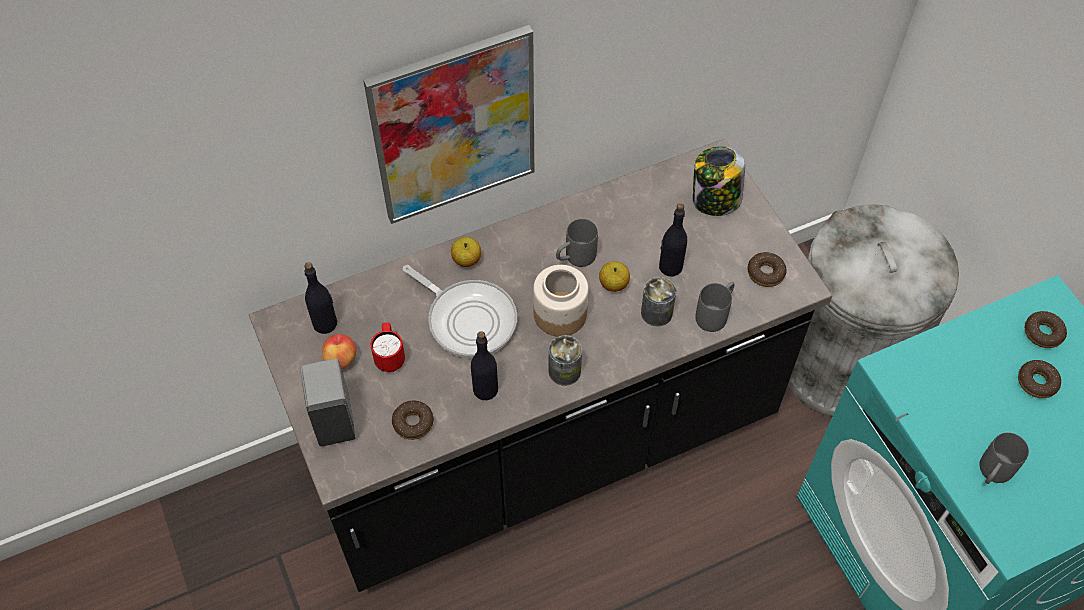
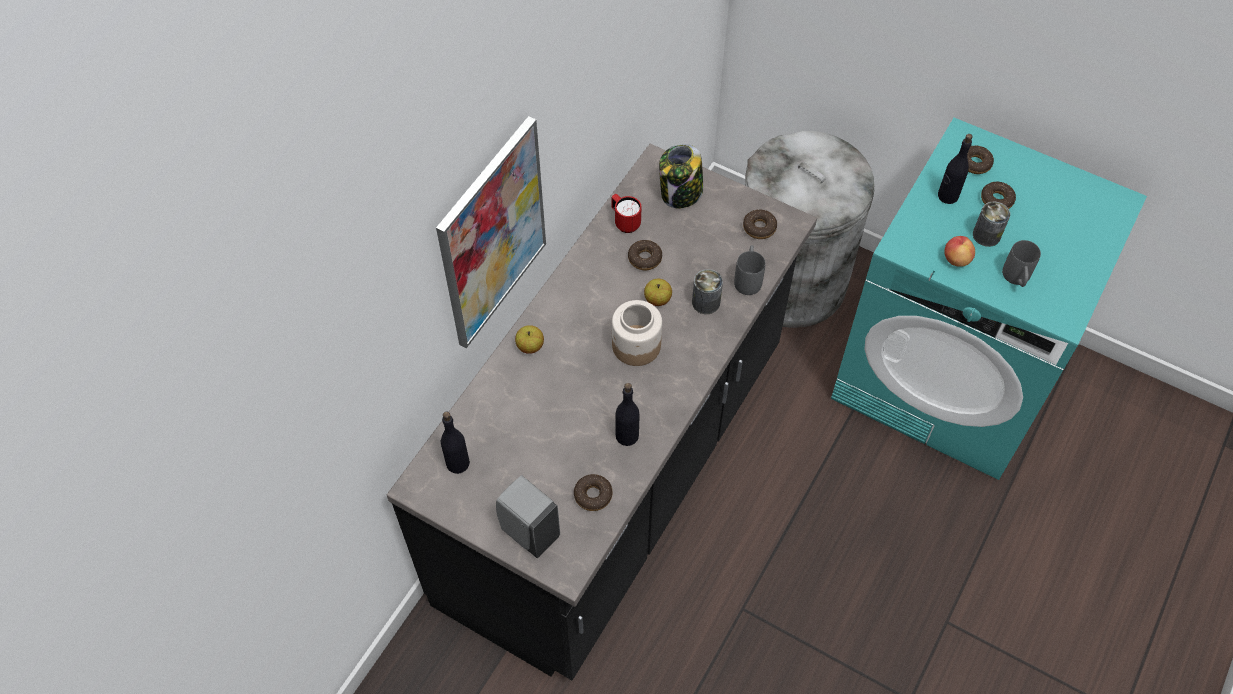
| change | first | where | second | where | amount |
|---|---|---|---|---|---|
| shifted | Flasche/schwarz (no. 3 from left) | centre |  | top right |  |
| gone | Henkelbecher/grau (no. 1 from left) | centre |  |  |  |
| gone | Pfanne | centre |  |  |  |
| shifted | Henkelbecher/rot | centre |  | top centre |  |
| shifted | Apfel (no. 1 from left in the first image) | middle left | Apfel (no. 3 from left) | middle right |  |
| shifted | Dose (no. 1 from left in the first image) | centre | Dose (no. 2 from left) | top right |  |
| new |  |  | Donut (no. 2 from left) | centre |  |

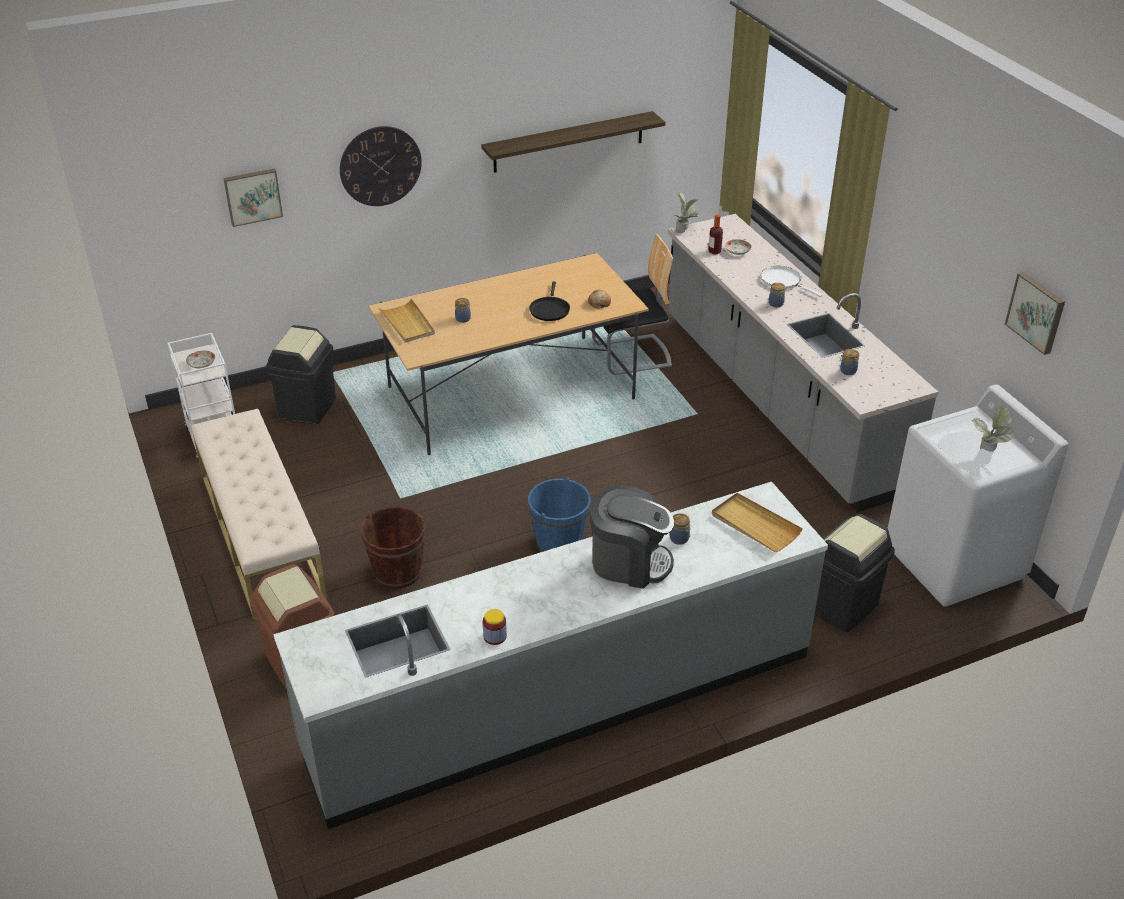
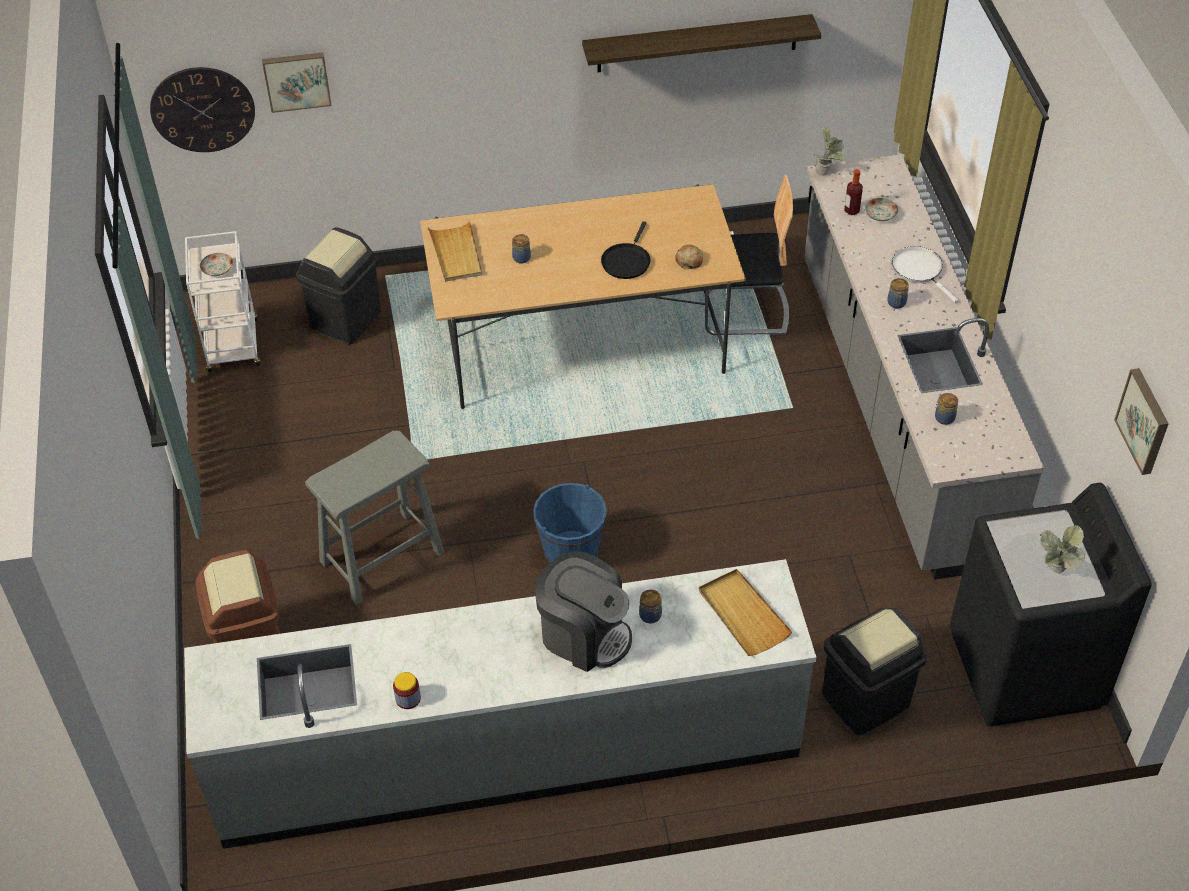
| change | first | where | second | where | amount |
|---|---|---|---|---|---|
| shifted | Wanduhr | top centre |  | top left |  |
| repainted | Waschmaschine/weiß | middle right | Waschmaschine/schwarz | bottom right |  |
| gone | Bank/beige | middle left |  |  |  |
| swapped | Eimer/braun | centre | Hocker/grau | middle left |  |

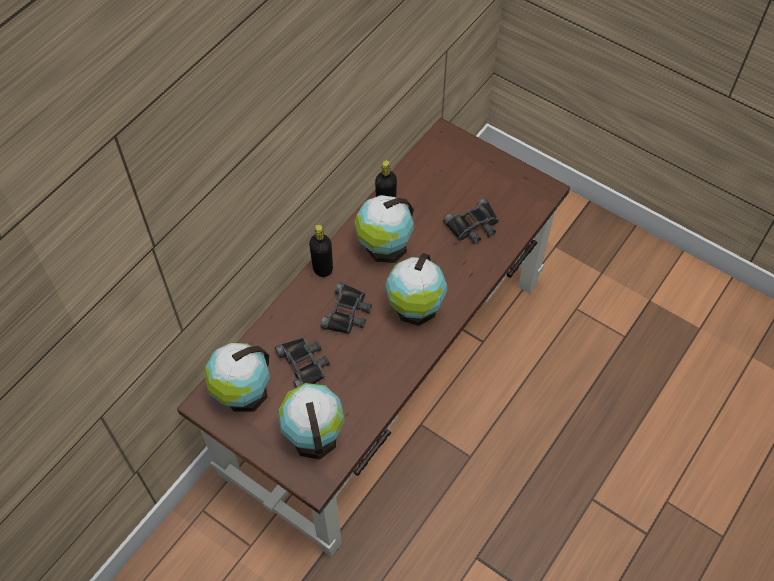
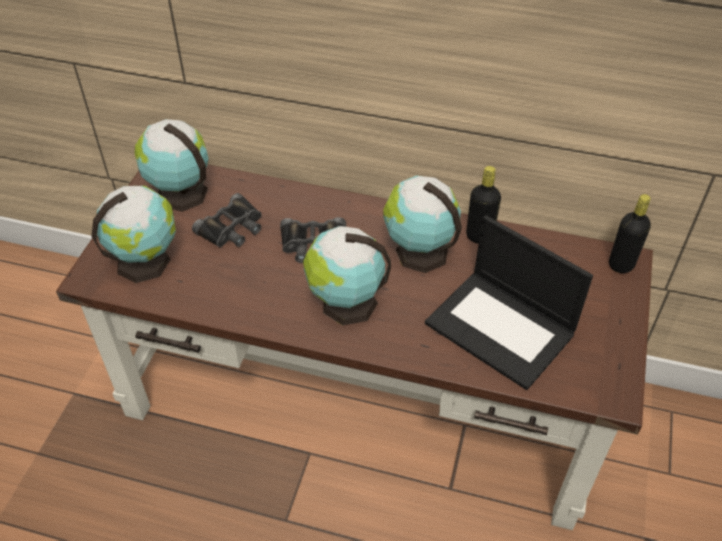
| change | first | where | second | where | amount |
|---|---|---|---|---|---|
| swapped | Fernglas/schwarz (no. 3 from left) | centre | Laptop | middle right |  |
| shifted | Flasche/schwarz (no. 1 from left in the first image) | centre | Flasche/schwarz (no. 2 from left) | middle right |  |

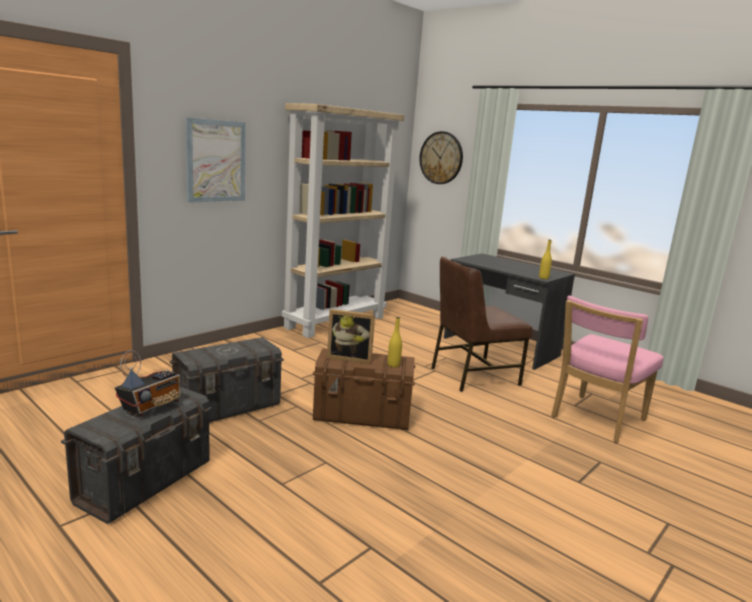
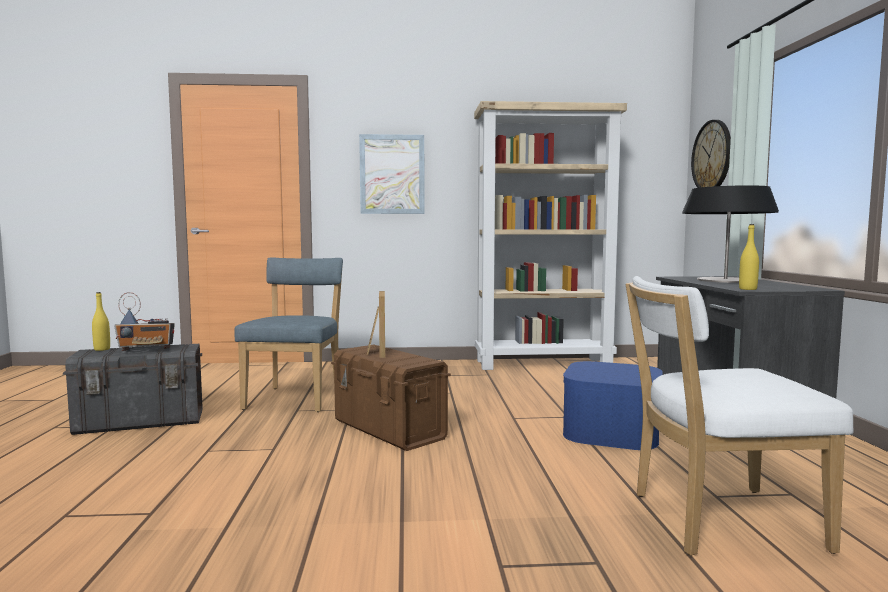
| change | first | where | second | where | amount |
|---|---|---|---|---|---|
| swapped | Stuhl/braun | centre | Aufbewahrungsbox/blau | bottom right |  |
| repainted | Stuhl/rosa | middle right | Stuhl/weiß | bottom right |  |
| rotated | Bilderrahmen | centre |  | centre | 150 degrees counterclockwise |
| shifted | Flasche/gelb (no. 1 from left) | centre |  | middle left |  |
| swapped | Aufbewahrungsbox/grau (no. 2 from left) | middle left | Stuhl/blau | middle left |  |
| new |  |  | Tischlampe | middle right |  |

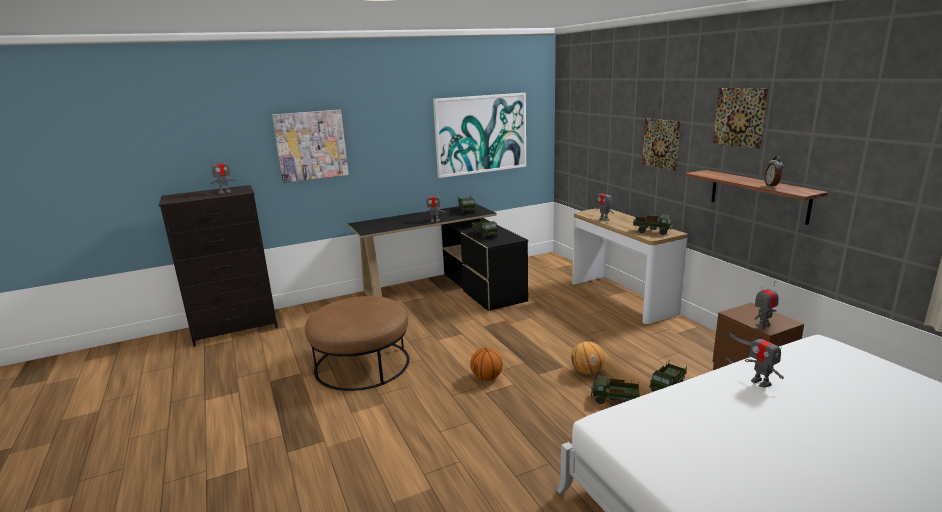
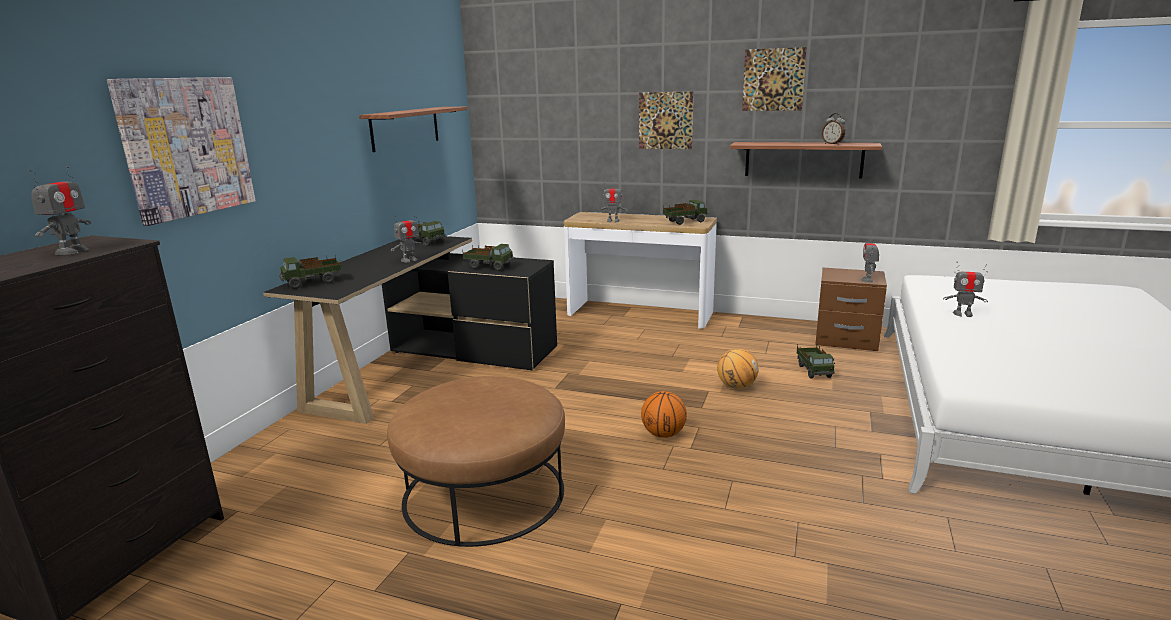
| change | first | where | second | where | amount |
|---|---|---|---|---|---|
| swapped | Bild (no. 2 from left) | top centre | Wandregal (no. 1 from left) | top centre |  |
| shifted | Spielzeuglaster (no. 3 from left in the first image) | bottom centre | Spielzeuglaster (no. 1 from left) | middle left |  |

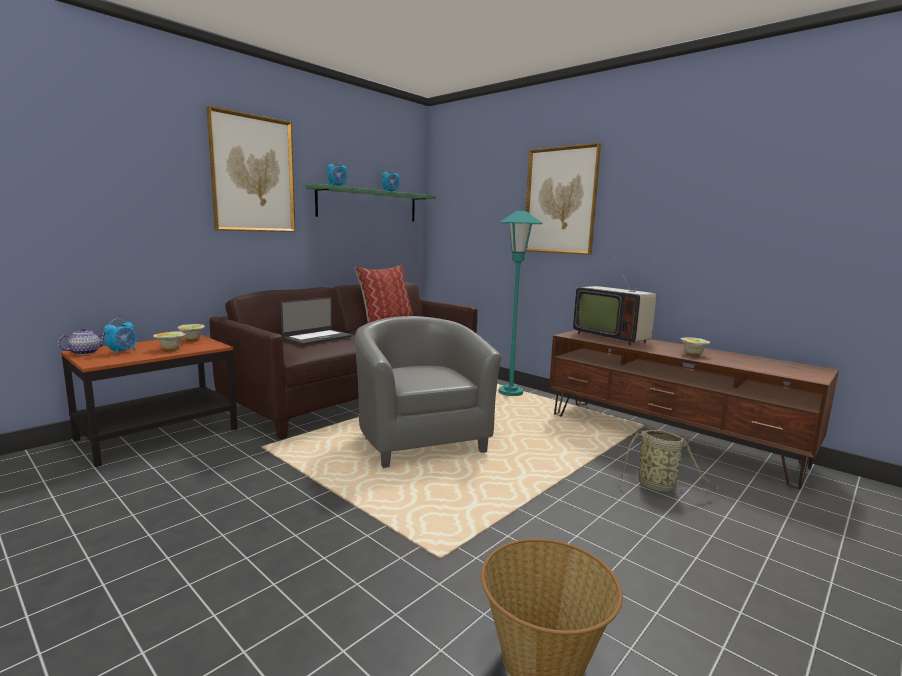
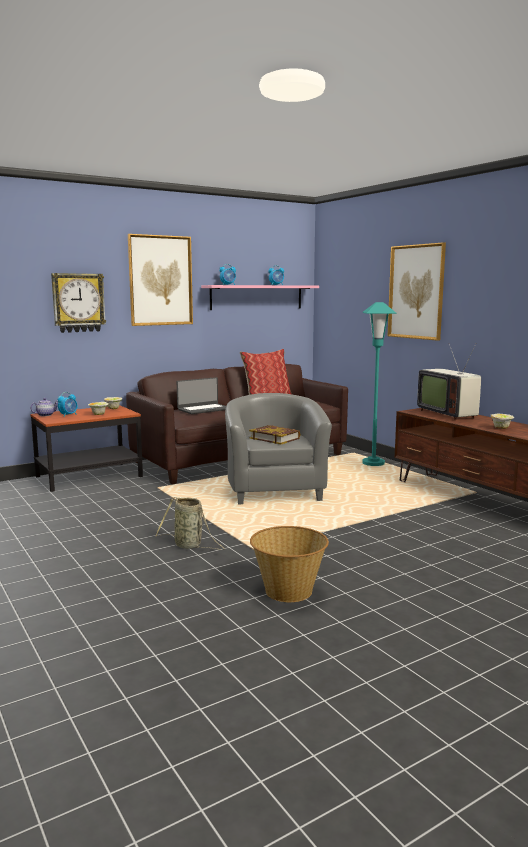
| change | first | where | second | where | amount |
|---|---|---|---|---|---|
| repainted | Wandregal/grün | top centre | Wandregal/rosa | centre |  |
| shifted | Korb (no. 2 from left in the first image) | bottom right | Korb (no. 1 from left) | centre |  |
| new |  |  | Wanduhr | middle left |  |
| new |  |  | Buch | centre |  |

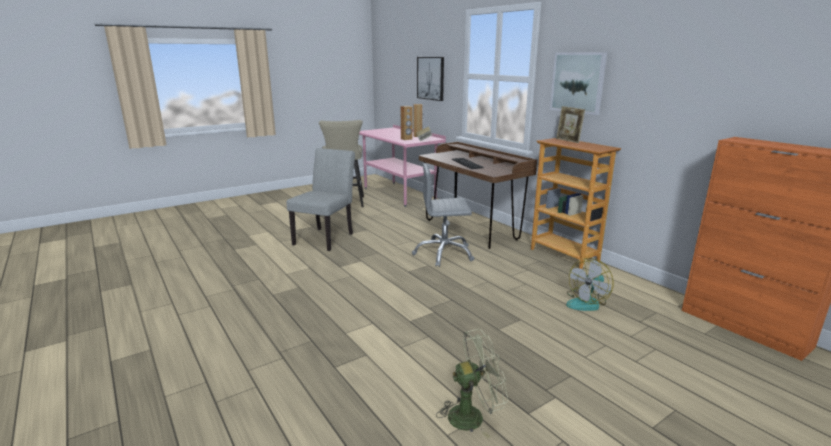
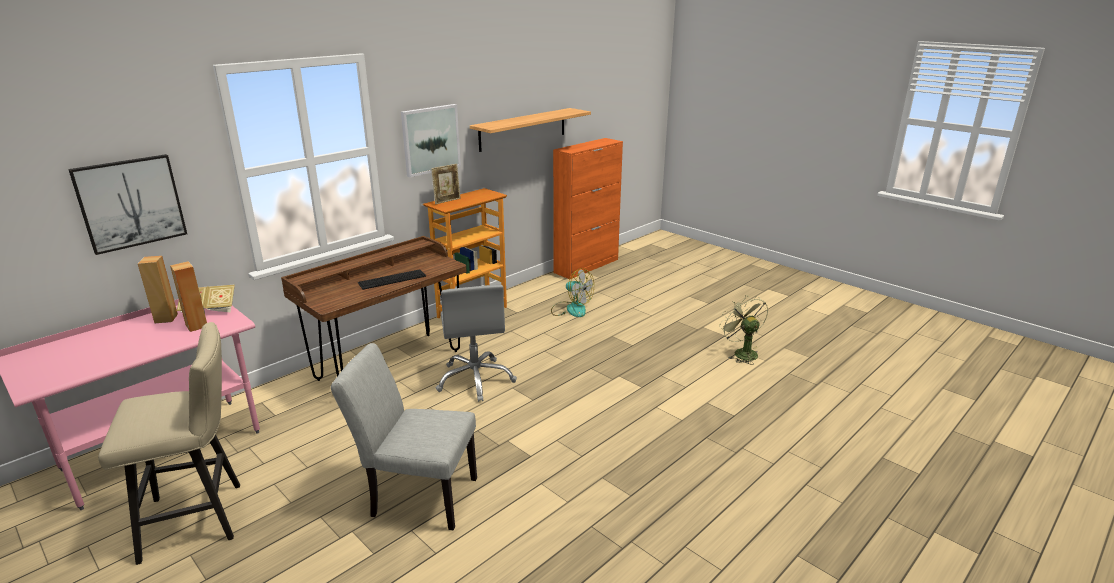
| change | first | where | second | where | amount |
|---|---|---|---|---|---|
| new |  |  | Wandregal | top centre |  |

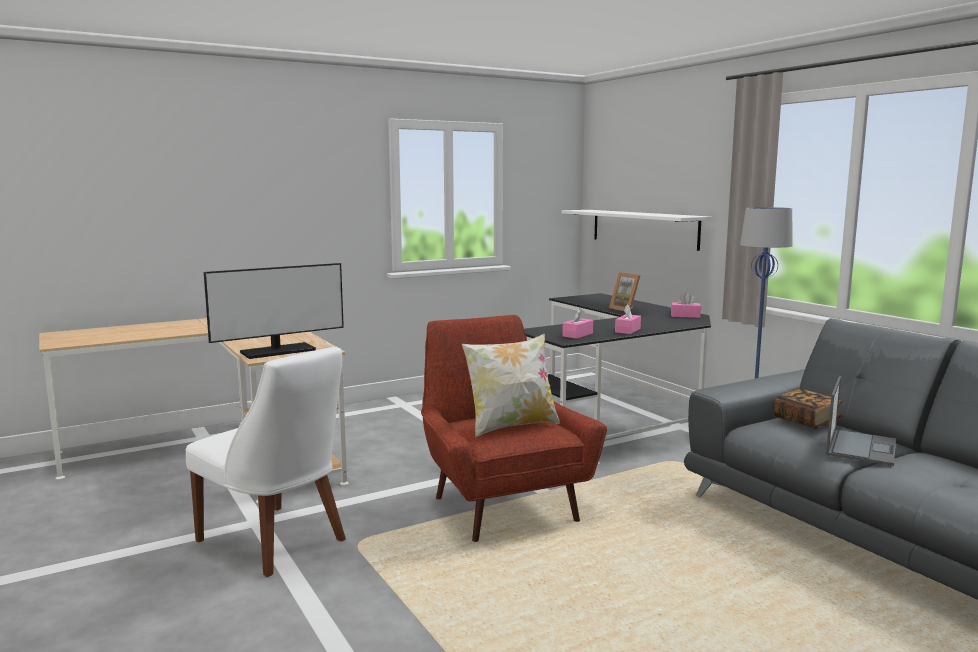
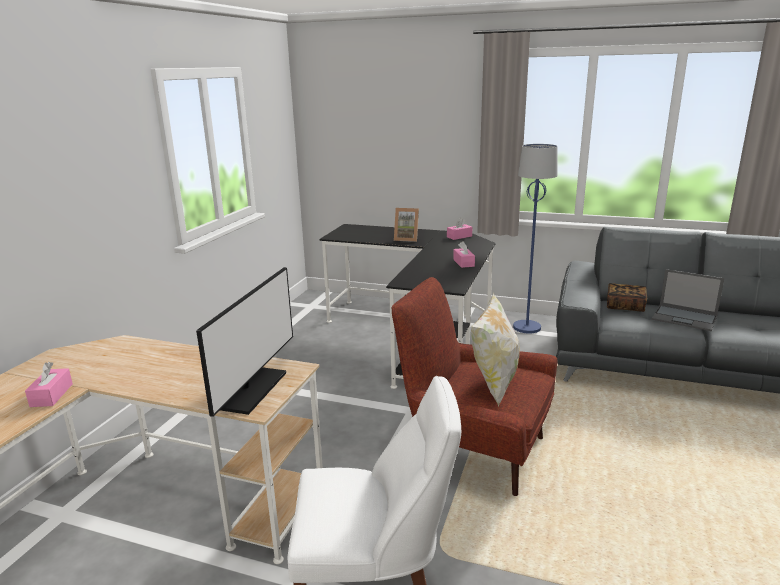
| change | first | where | second | where | amount |
|---|---|---|---|---|---|
| gone | Wandregal/weiß | centre |  |  |  |
| shifted | Taschentuchbox/rosa (no. 1 from left) | centre |  | middle left |  |
| rotated | Laptop | middle right |  | middle right | 135 degrees clockwise |

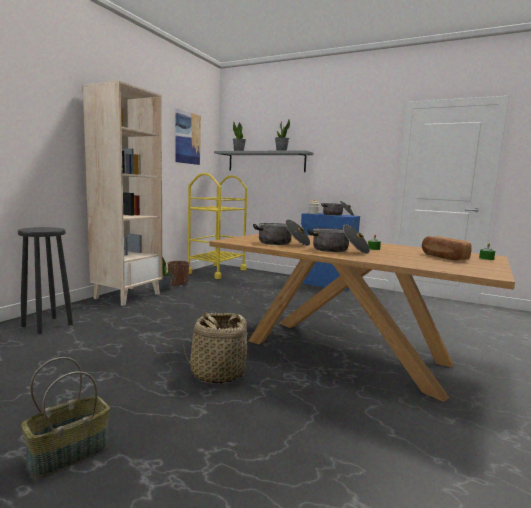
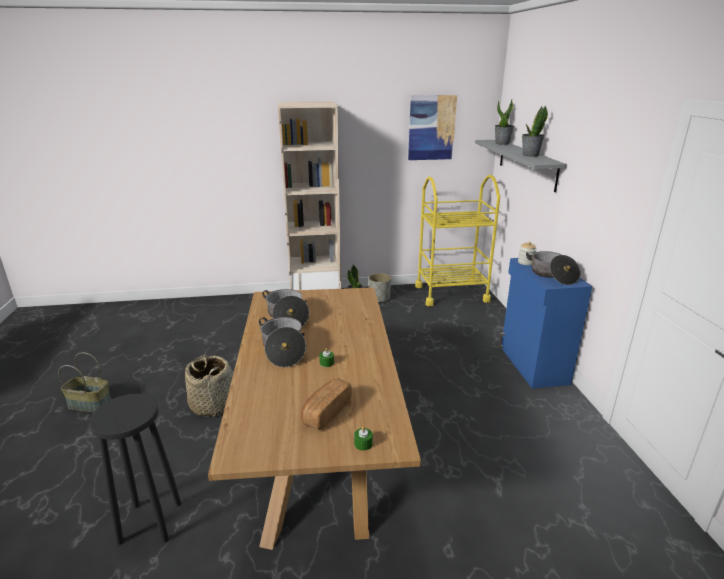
| change | first | where | second | where | amount |
|---|---|---|---|---|---|
| shifted | Hocker/schwarz | middle left |  | bottom left |  |
| repainted | Pflanzkübel/braun | centre | Pflanzkübel/grau | centre |  |

